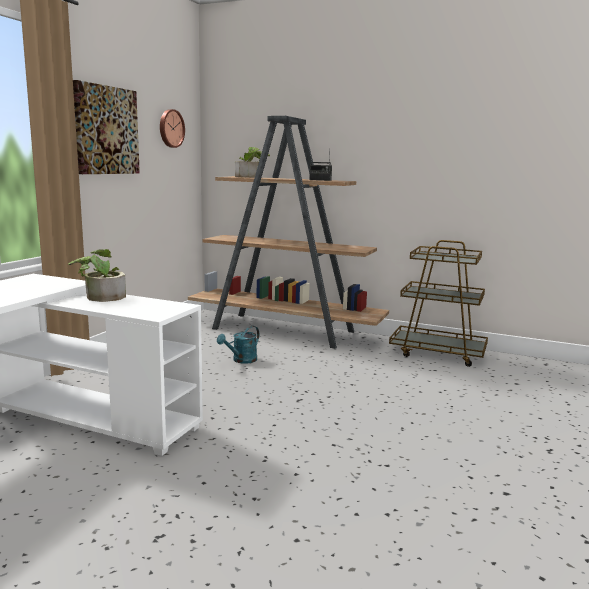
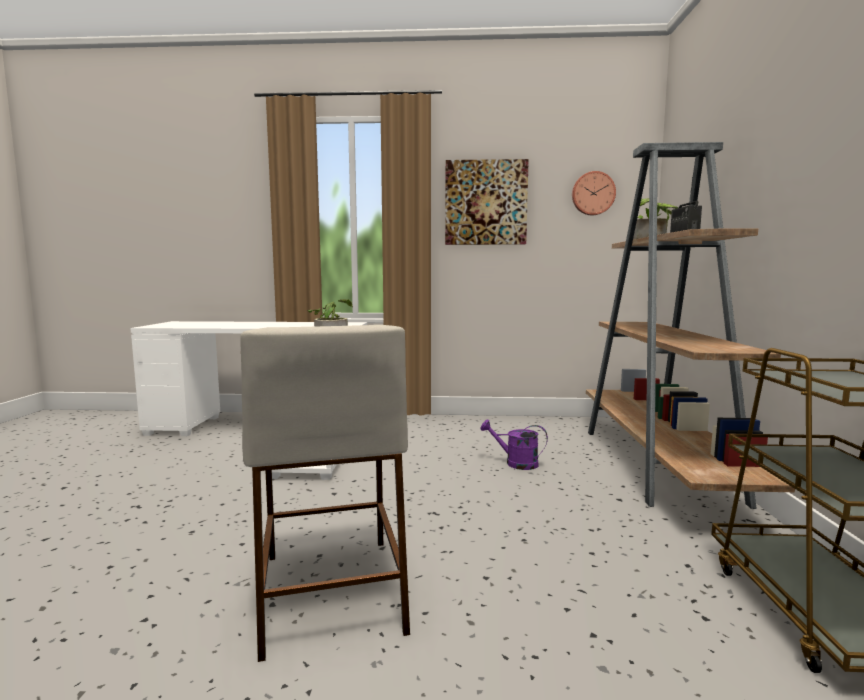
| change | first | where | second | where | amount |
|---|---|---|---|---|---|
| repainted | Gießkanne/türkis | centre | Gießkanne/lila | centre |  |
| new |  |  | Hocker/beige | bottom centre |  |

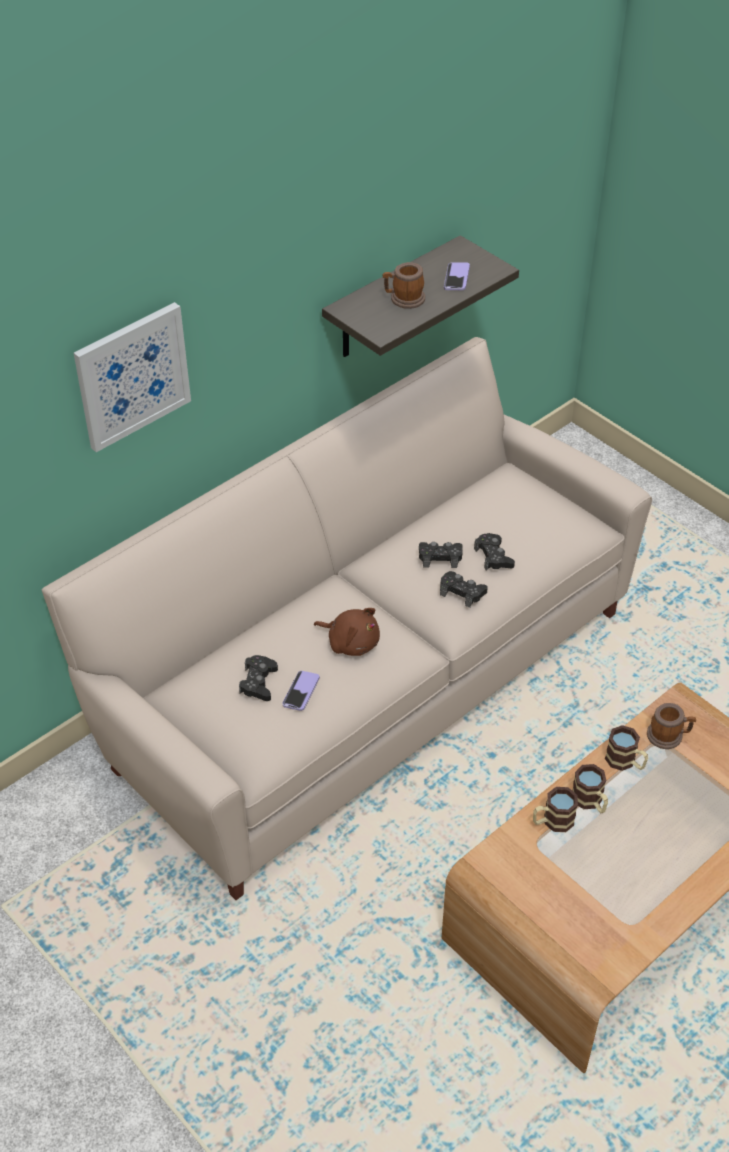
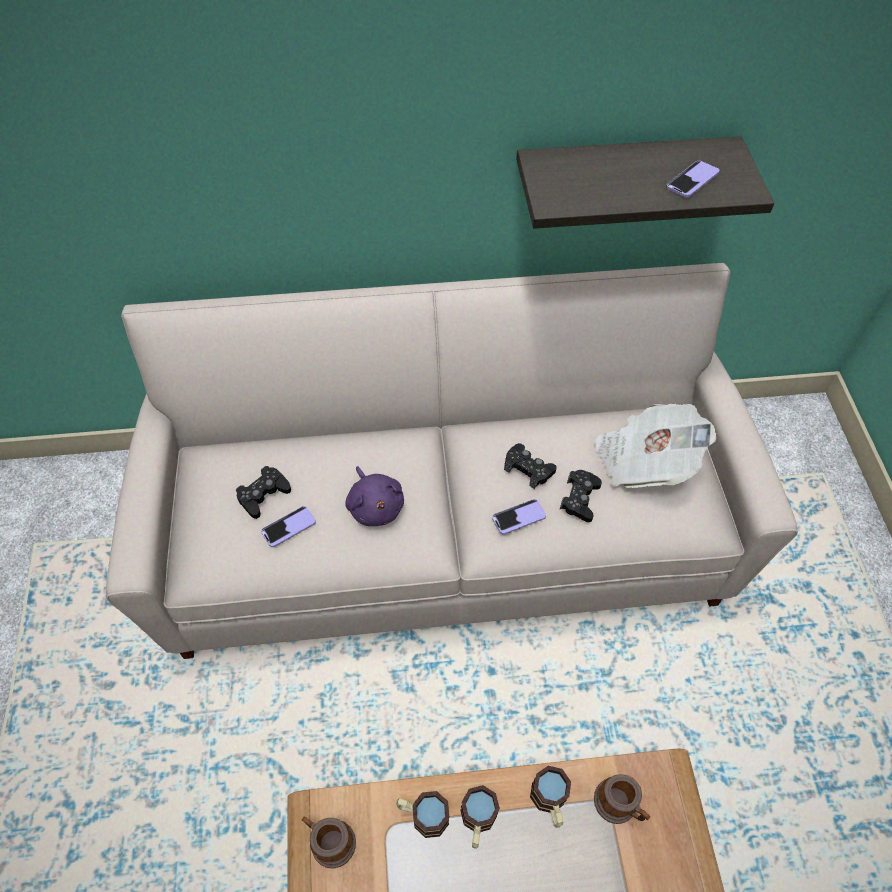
| change | first | where | second | where | amount |
|---|---|---|---|---|---|
| shifted | Henkelbecher (no. 1 from left) | top centre |  | bottom centre |  |
| gone | Bild | top left |  |  |  |
| swapped | Gamepad/schwarz (no. 3 from left) | centre | Handy (no. 2 from left) | centre |  |
| repainted | Plüschtier/braun | centre | Plüschtier/lila | centre |  |
| new |  |  | Zeitung | middle right |  |

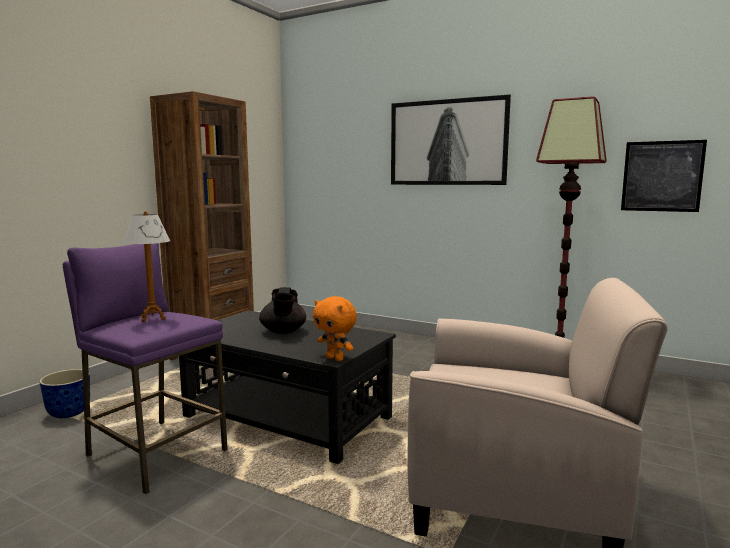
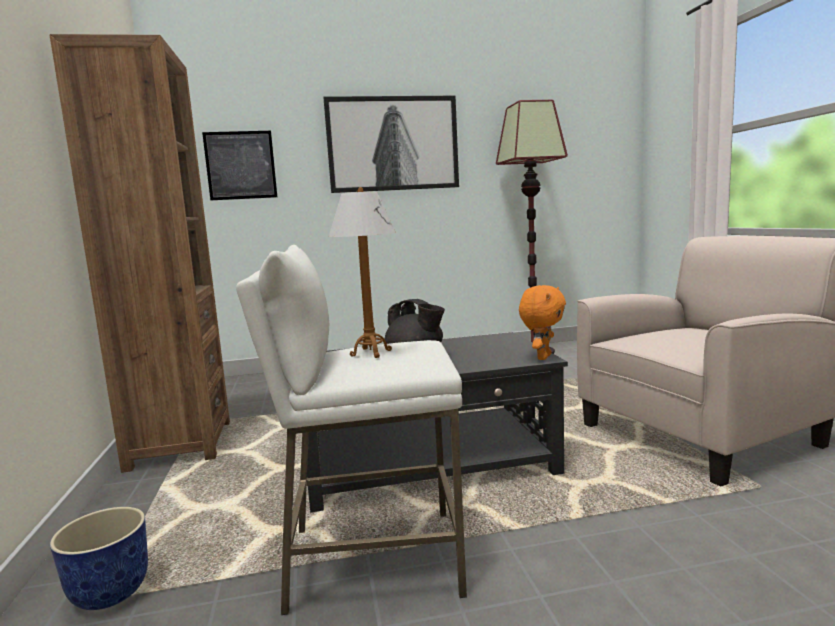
| change | first | where | second | where | amount |
|---|---|---|---|---|---|
| shifted | Bild (no. 2 from left in the first image) | top right | Bild (no. 1 from left) | top left |  |
| repainted | Hocker/lila | bottom left | Hocker/weiß | bottom centre |  |
| rotated | Plüschtier/orange | centre |  | centre | 60 degrees counterclockwise |

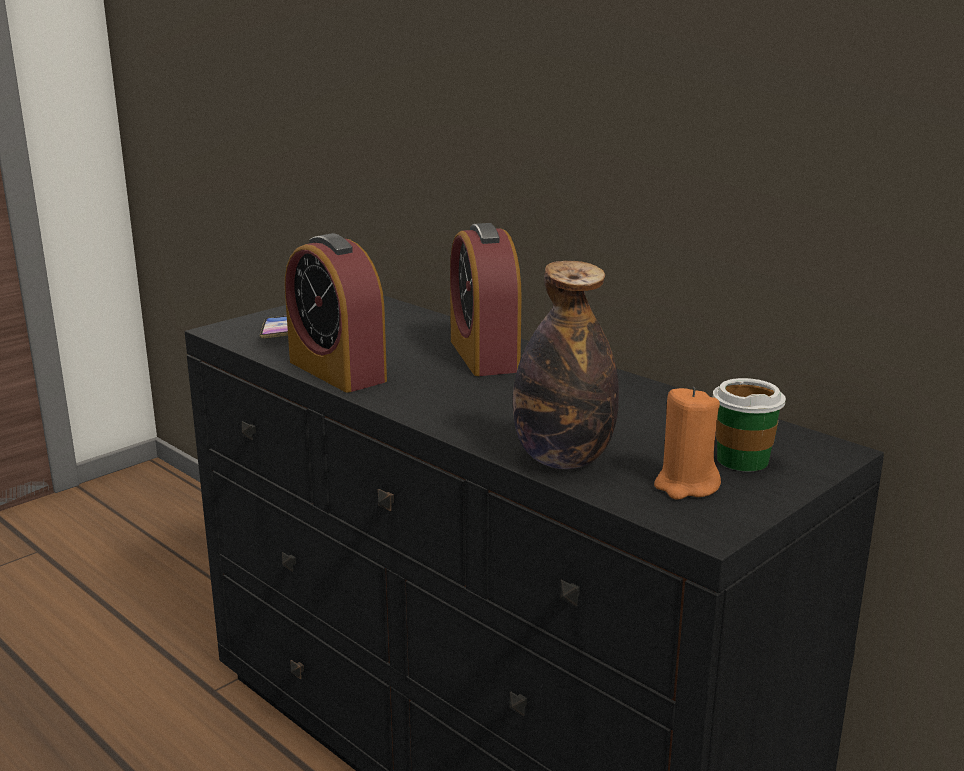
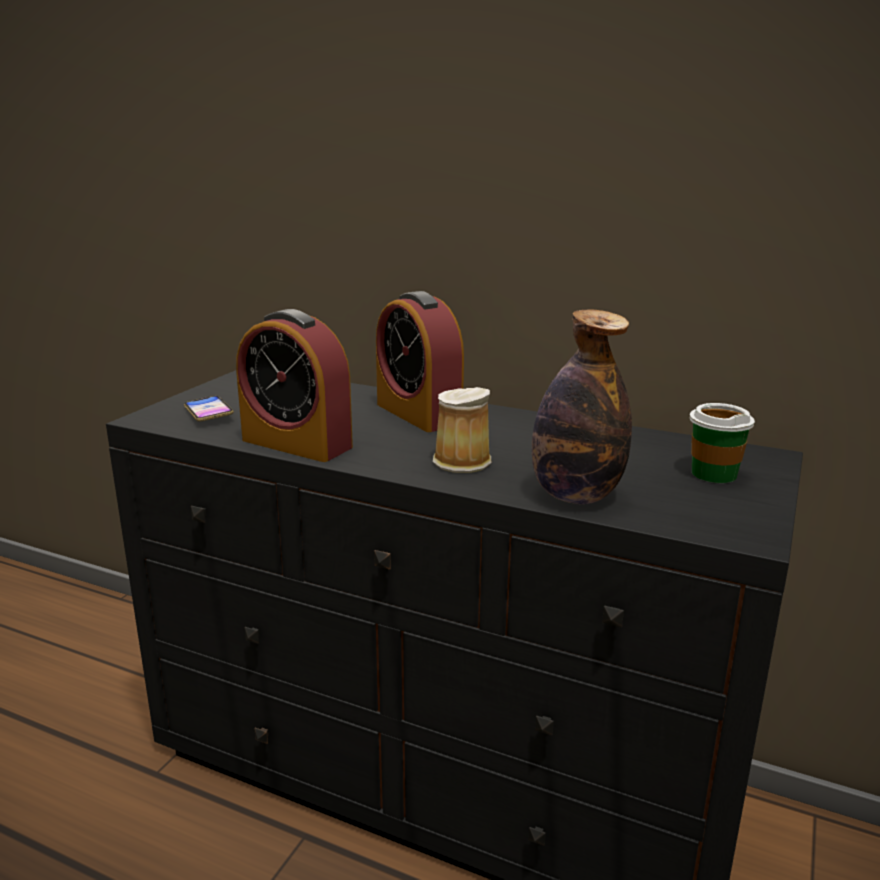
| change | first | where | second | where | amount |
|---|---|---|---|---|---|
| gone | Kerze/orange | middle right |  |  |  |
| new |  |  | Henkelbecher | centre |  |

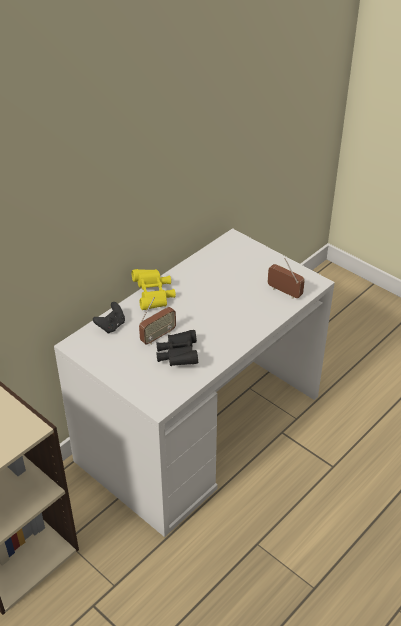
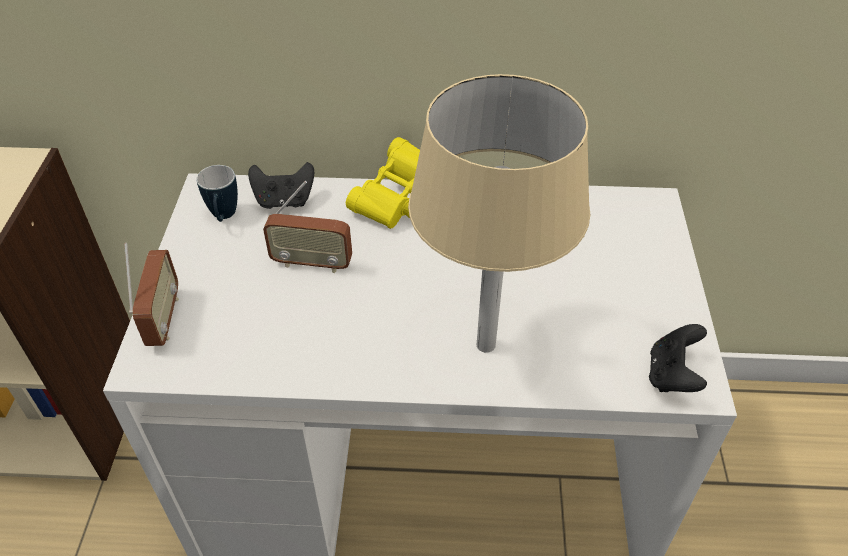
| change | first | where | second | where | amount |
|---|---|---|---|---|---|
| shifted | Radio (no. 2 from left in the first image) | middle right | Radio (no. 1 from left) | middle left |  |
| gone | Fernglas/schwarz | centre |  |  |  |
| new |  |  | Tischlampe/beige | centre |  |
| new |  |  | Henkelbecher | middle left |  |
| new |  |  | Gamepad/schwarz (no. 2 from left) | middle right |  |

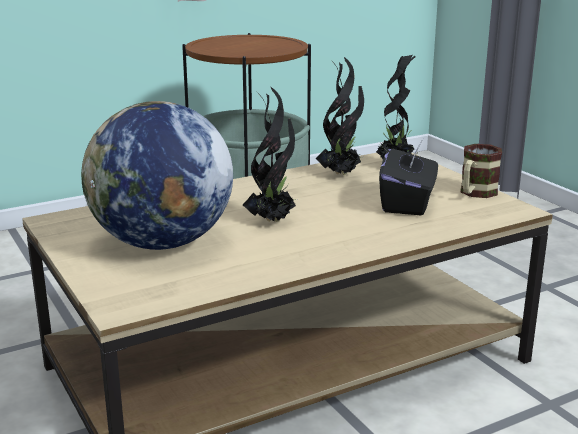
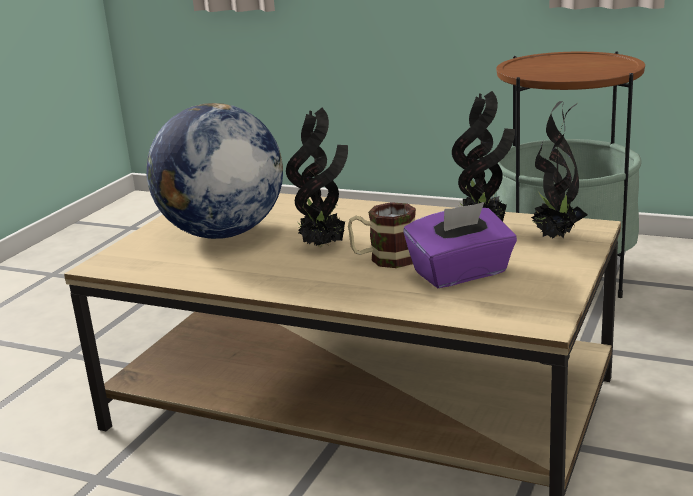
| change | first | where | second | where | amount |
|---|---|---|---|---|---|
| repainted | Taschentuchbox/schwarz | middle right | Taschentuchbox/lila | centre |  |
| shifted | Henkelbecher | middle right |  | centre |  |

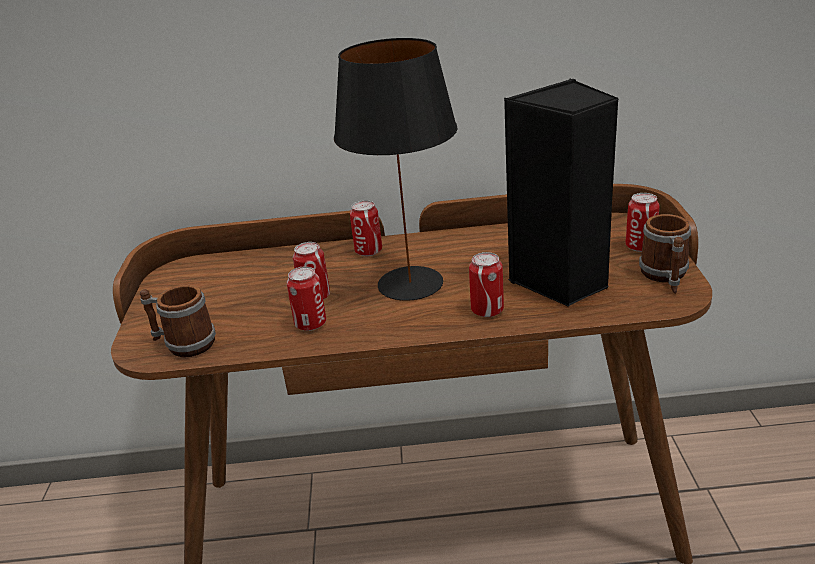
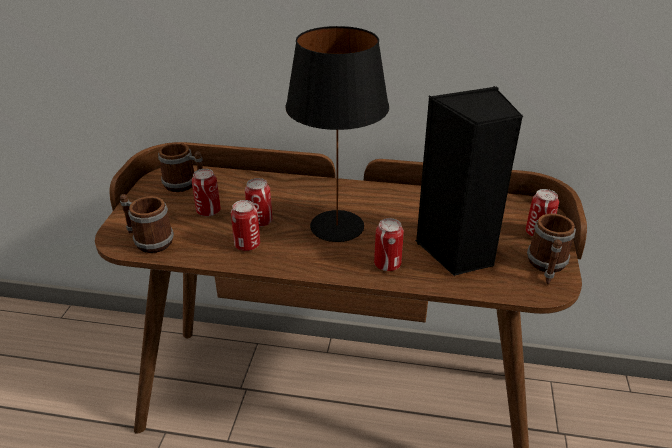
| change | first | where | second | where | amount |
|---|---|---|---|---|---|
| shifted | Dose (no. 3 from left in the first image) | centre | Dose (no. 1 from left) | middle left |  |
| new |  |  | Henkelbecher (no. 2 from left) | middle left |  |

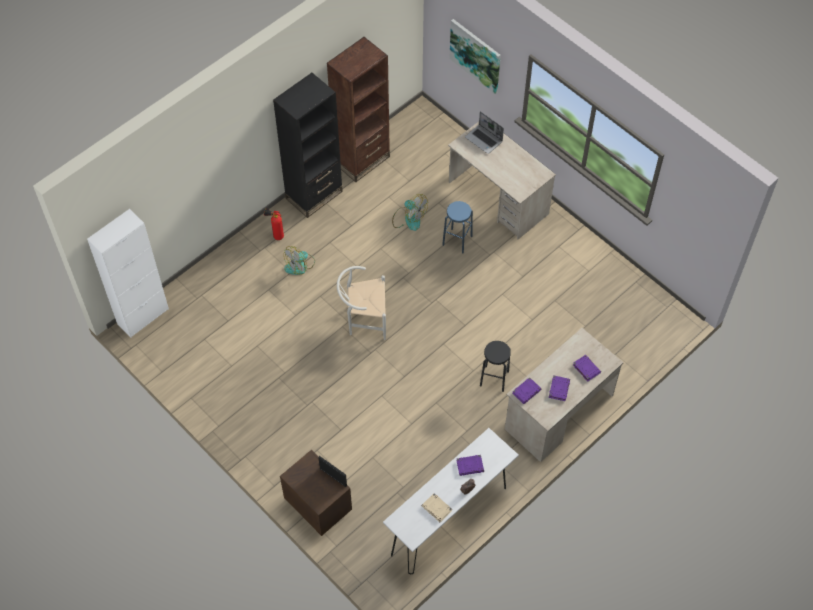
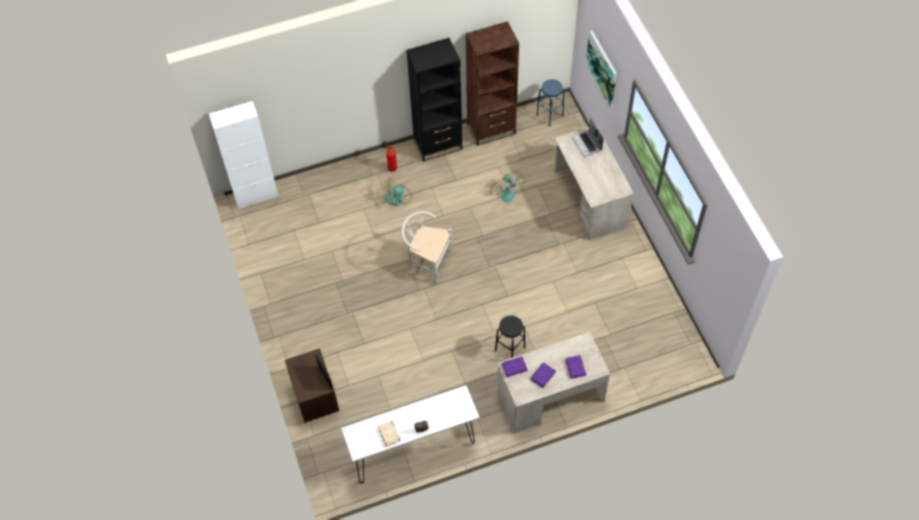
| change | first | where | second | where | amount |
|---|---|---|---|---|---|
| shifted | Hocker/blau | centre |  | top centre |  |
| gone | Buch/lila (no. 1 from left) | bottom centre |  |  |  |

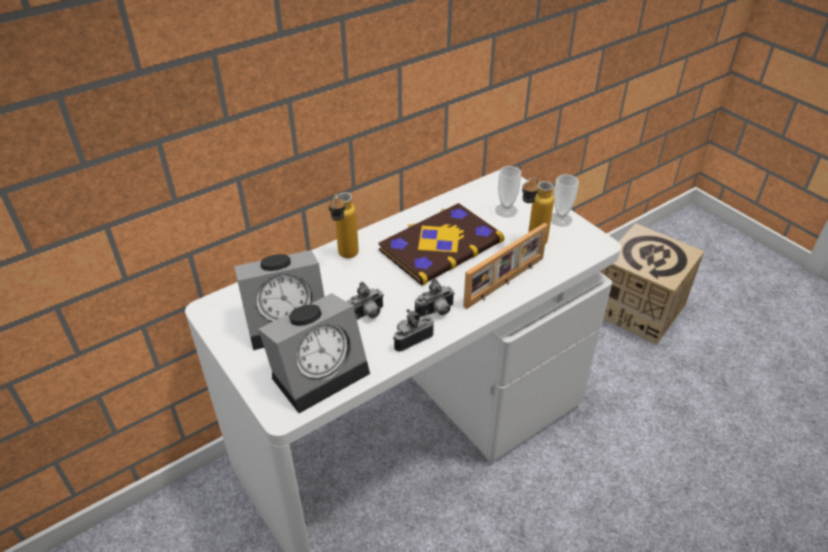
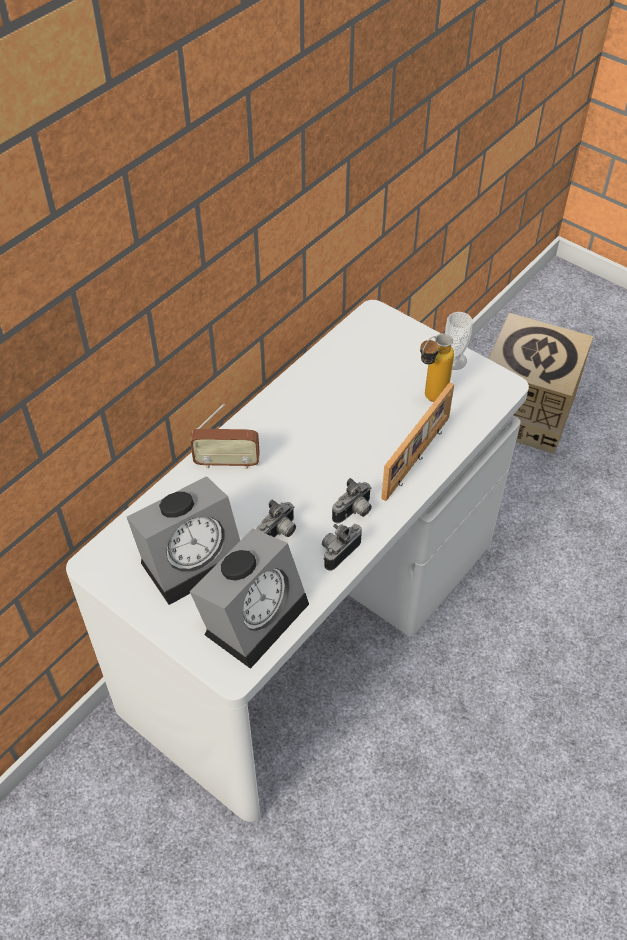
| change | first | where | second | where | amount |
|---|---|---|---|---|---|
| gone | Tasse (no. 1 from left) | centre |  |  |  |
| swapped | Flasche (no. 1 from left) | centre | Radio | centre |  |
| gone | Buch | centre |  |  |  |

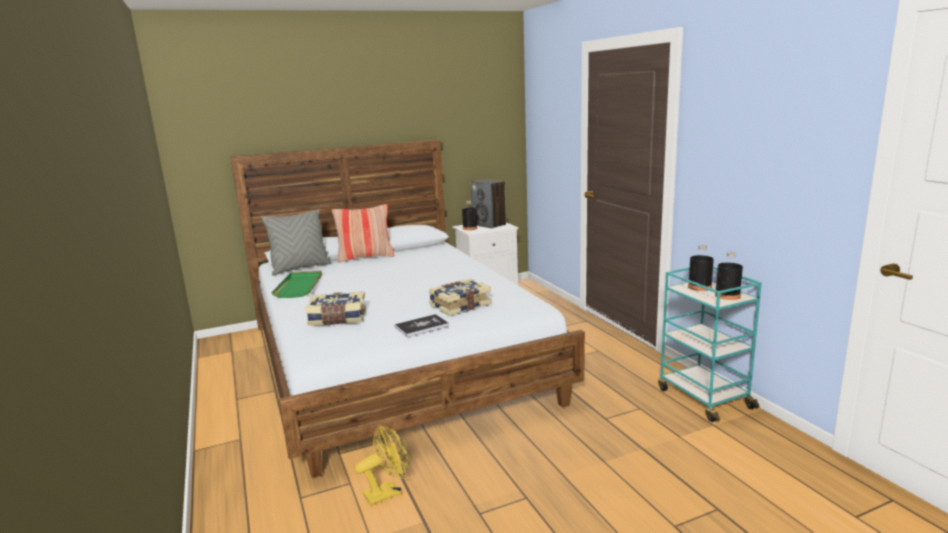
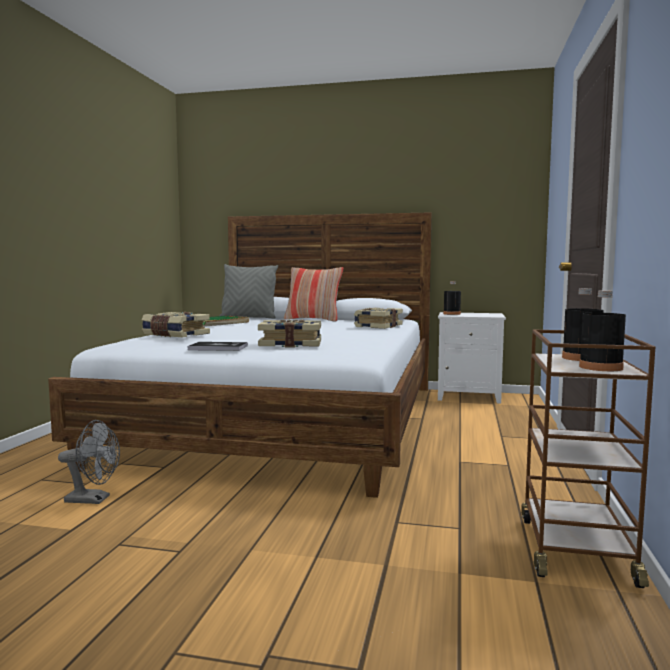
| change | first | where | second | where | amount |
|---|---|---|---|---|---|
| gone | Lautsprecher | centre |  |  |  |
| repainted | Rollwagen/türkis | middle right | Rollwagen/braun | bottom right |  |
| repainted | Ventilator/gelb | bottom centre | Ventilator/grau | bottom left |  |
| new |  |  | Buch (no. 4 from left) | centre |  |

